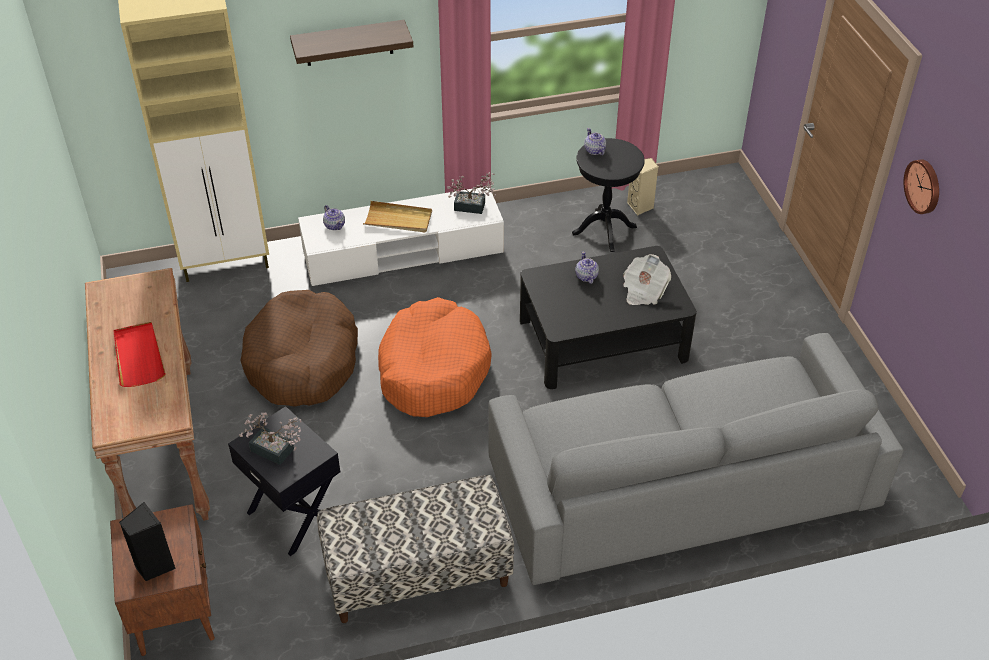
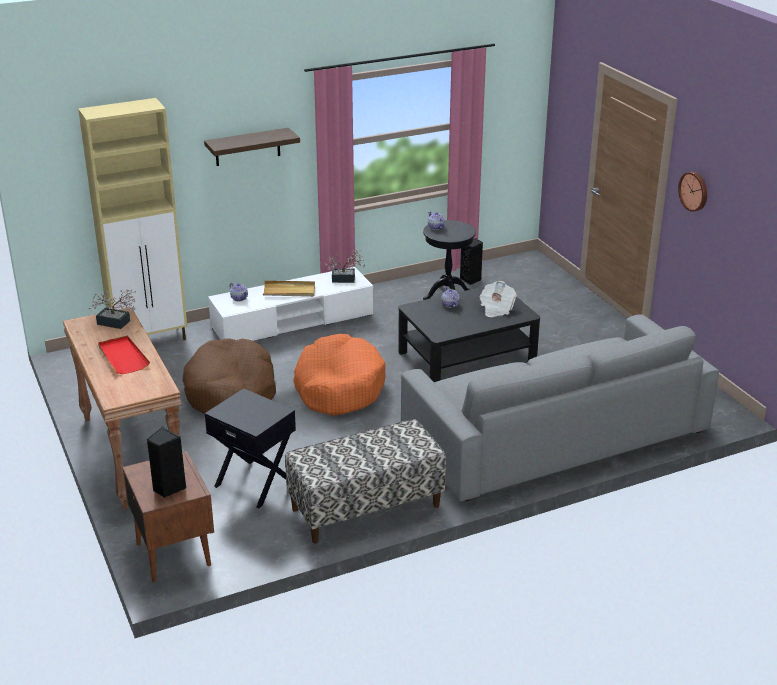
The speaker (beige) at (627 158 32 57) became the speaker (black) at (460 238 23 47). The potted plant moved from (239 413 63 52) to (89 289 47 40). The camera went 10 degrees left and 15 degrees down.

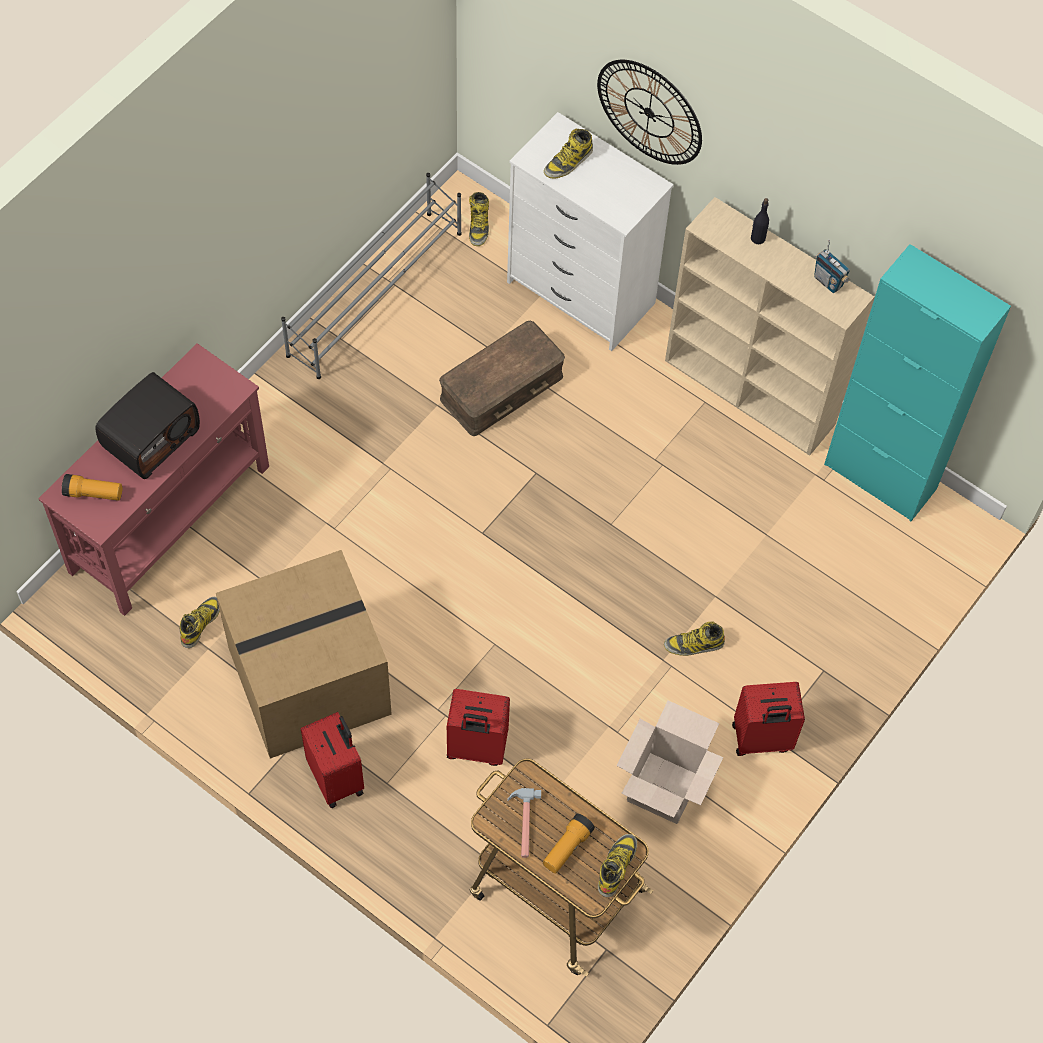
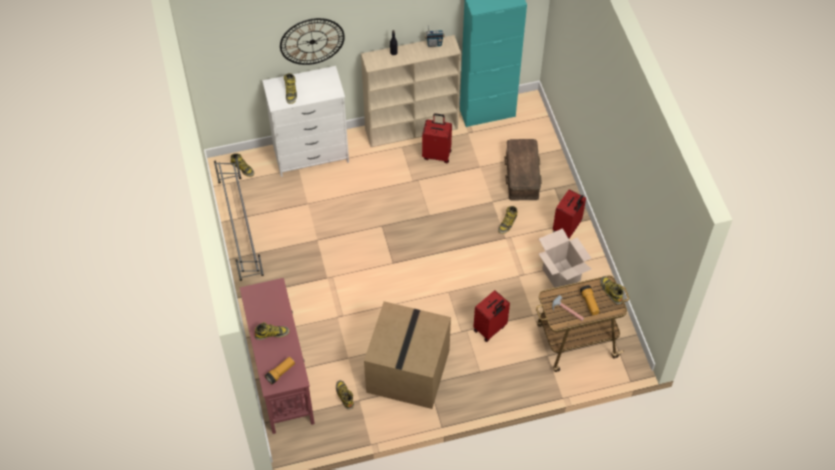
The storage box (brown) moved from (439 320 126 116) to (504 139 38 61). The radio at (95 372 105 107) was replaced by the boot at (255 322 35 18). The suitcase (red) moved from (301 712 63 96) to (422 113 30 50). The camera went 50 degrees left and 5 degrees down.

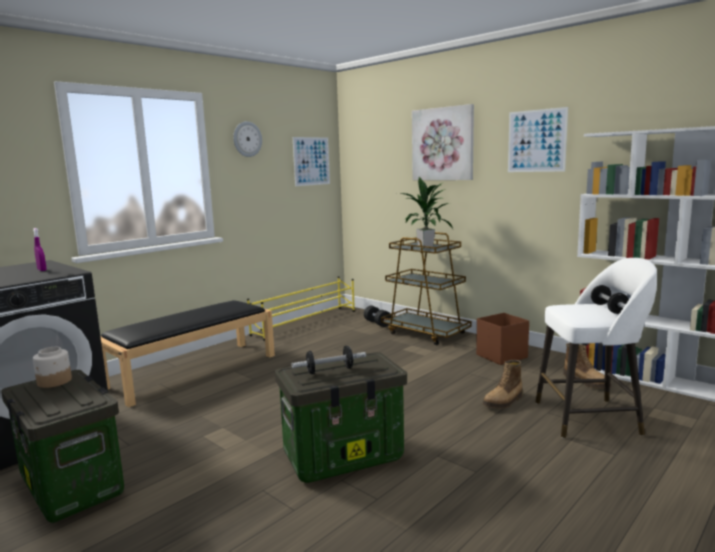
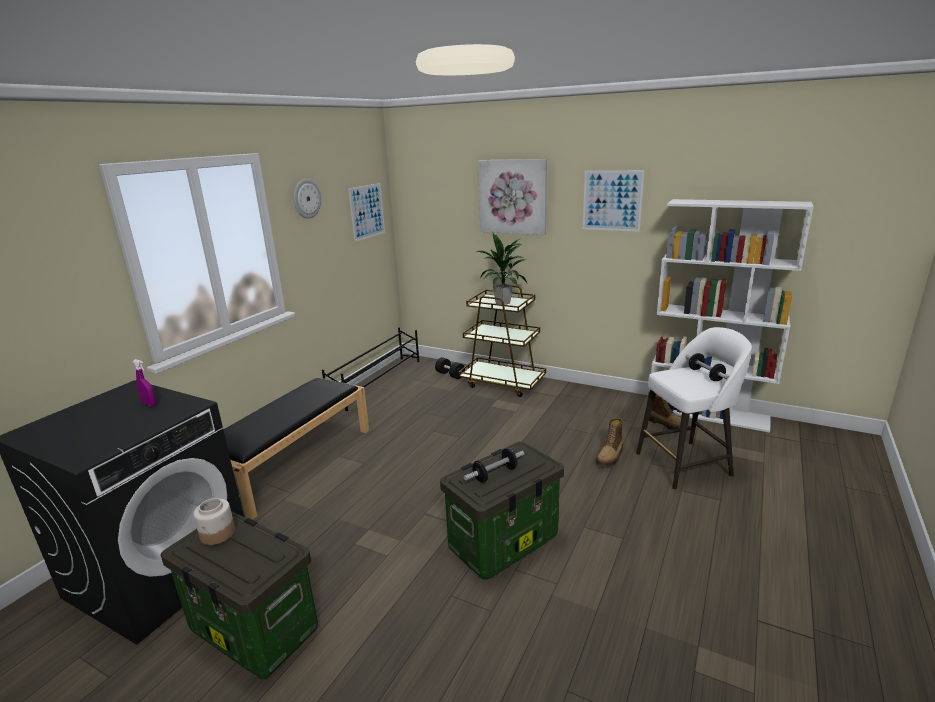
The shoe rack (yellow) at (247 276 108 65) became the shoe rack (black) at (322 327 98 84). The storage box (brown) at (476 313 53 52) disappeared. The camera went 15 degrees left and 10 degrees up.

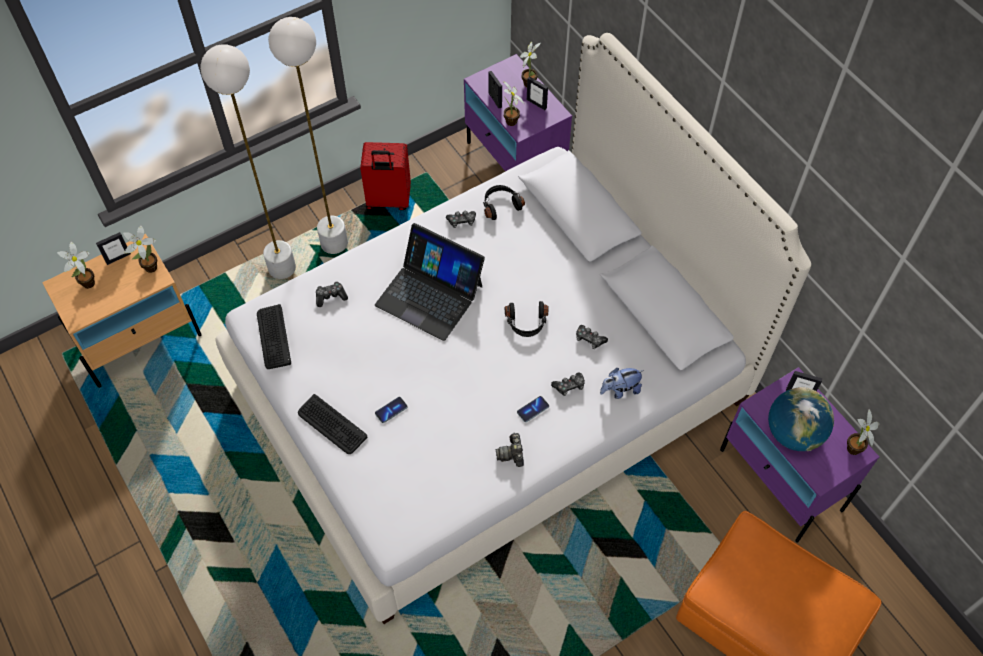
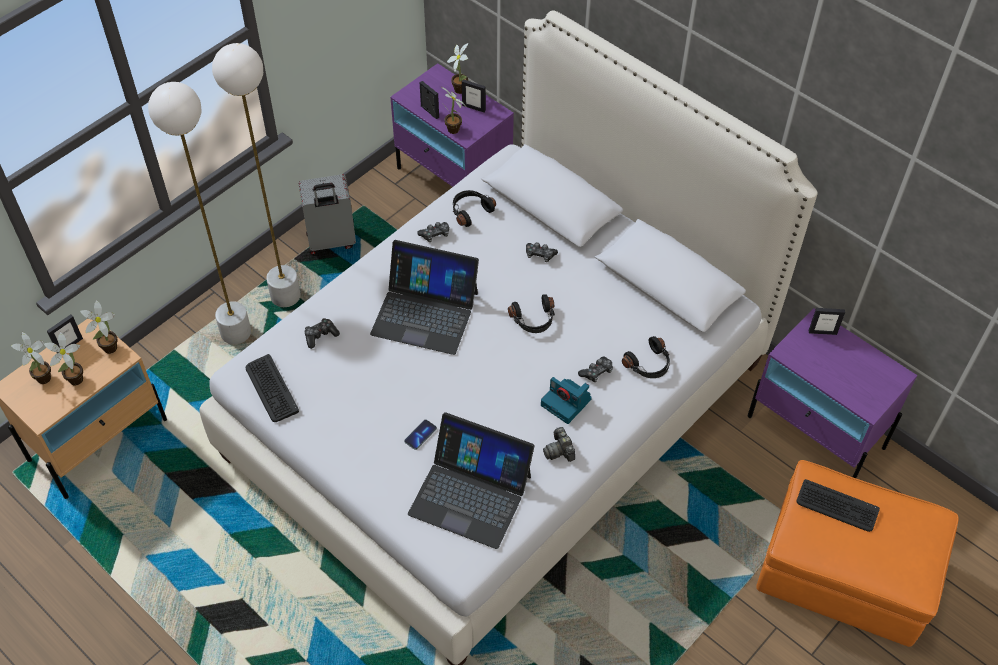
The suitcase (red) at (360 142 51 68) became the suitcase (grey) at (299 174 57 81). The game controller moved from (576 325 32 24) to (526 242 32 20). The plush toy at (600 368 44 31) was replaced by the headphones (black) at (622 336 48 42). The globe at (768 387 66 64) disappeared. The keyboard moved from (298 394 69 60) to (796 479 84 53). The phone at (517 396 32 26) was replaced by the photo camera at (541 377 51 47). The potted plant moved from (847 409 32 46) to (44 332 39 54). The laptop at (408 412 126 137) appeared. The camera went 15 degrees left and 5 degrees down.

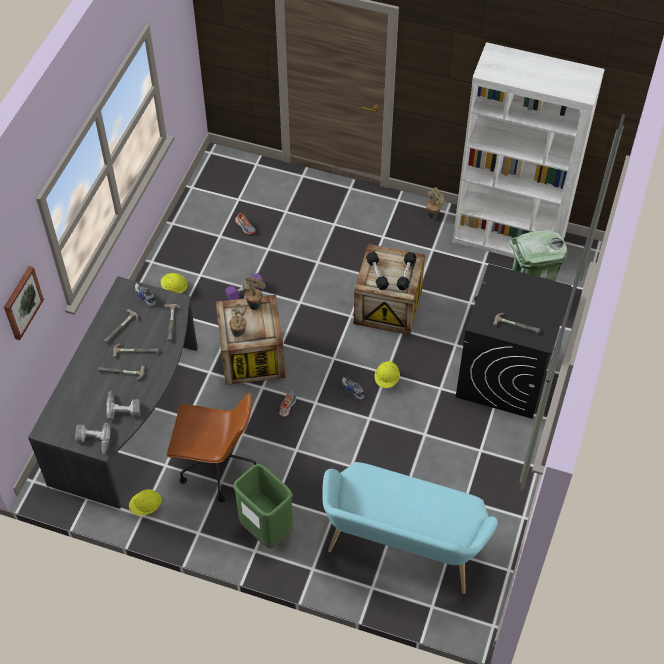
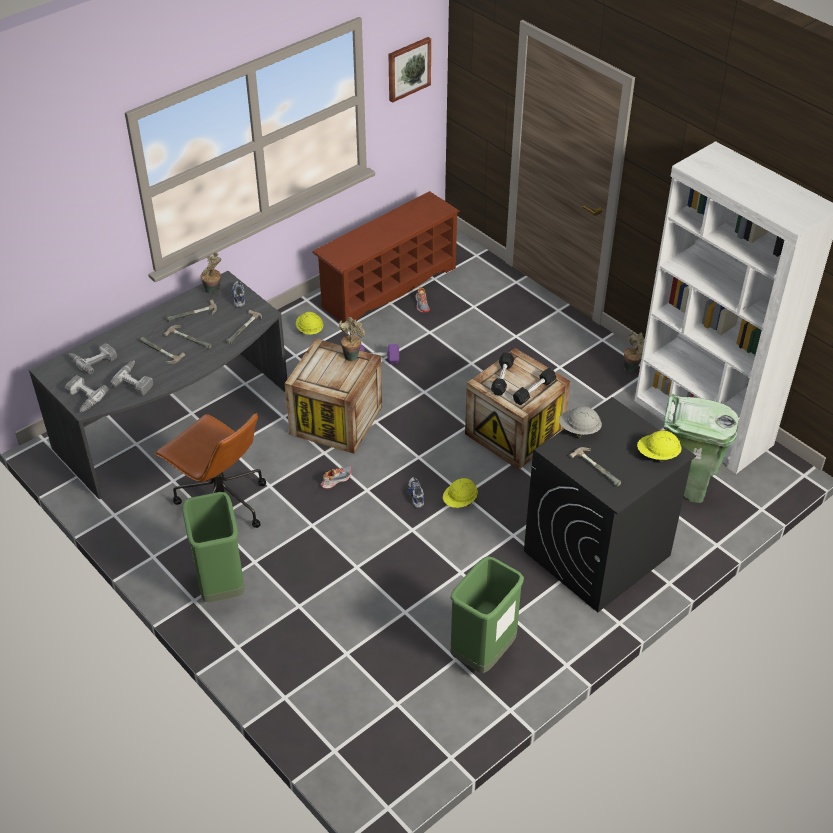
The picture moved from (4 266 40 74) to (388 37 43 66). The potted plant moved from (229 304 18 33) to (201 253 20 40). The bench (turquoise) at (322 462 176 132) disappeared. The hard hat (yellow) moved from (129 489 33 27) to (637 430 45 33). The shoe rack (brown) at (312 191 148 132) appeared. The power drill at (69 343 48 32) appeared. The hard hat (grey) at (559 406 43 31) appeared. The trash can (green) at (450 556 74 117) appeared. The camera went 30 degrees right and 10 degrees down.

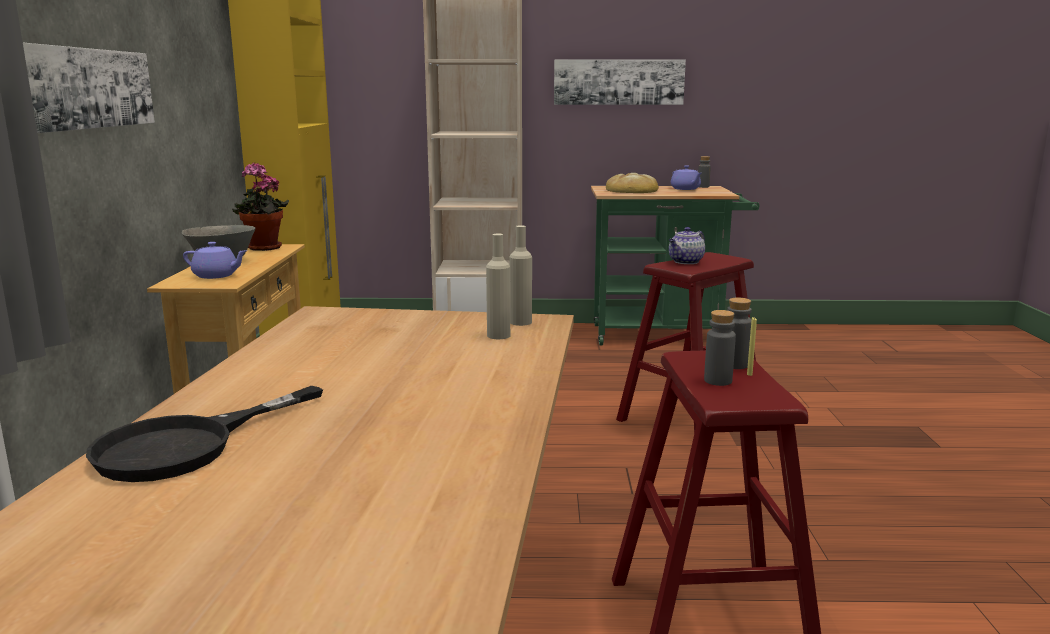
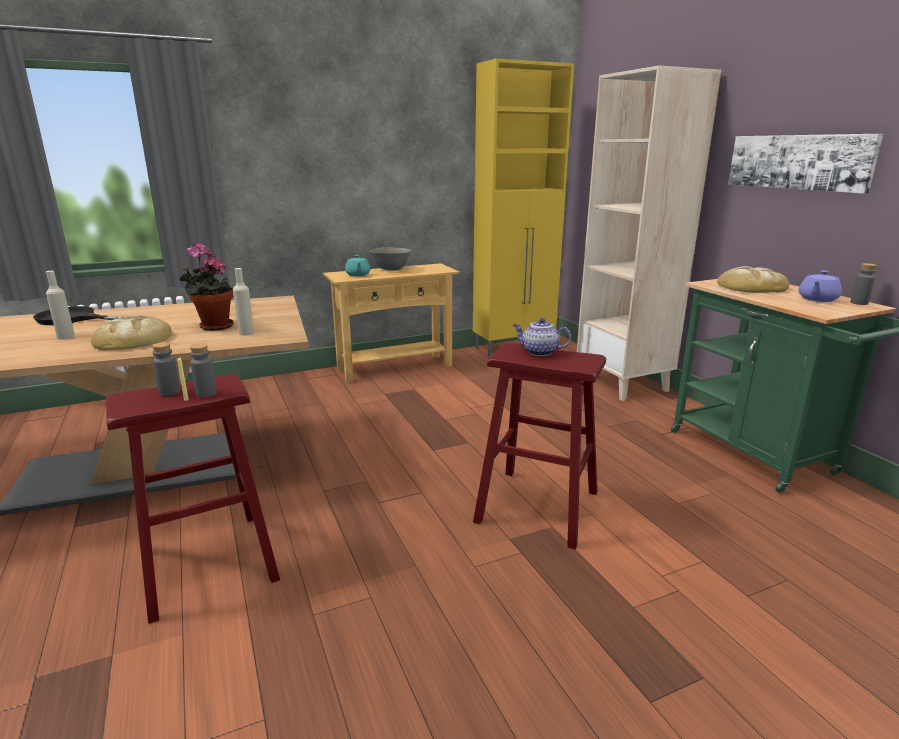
The picture at (23 43 132 90) disappeared. The potted plant moved from (232 162 57 89) to (179 242 55 89). The bottle (beige) moved from (510 225 22 101) to (46 271 29 69). The teapot (purple) at (183 242 64 37) became the teapot (turquoise) at (345 255 25 21). The bread at (91 315 81 35) appeared. The camera went 65 degrees right and 5 degrees up.

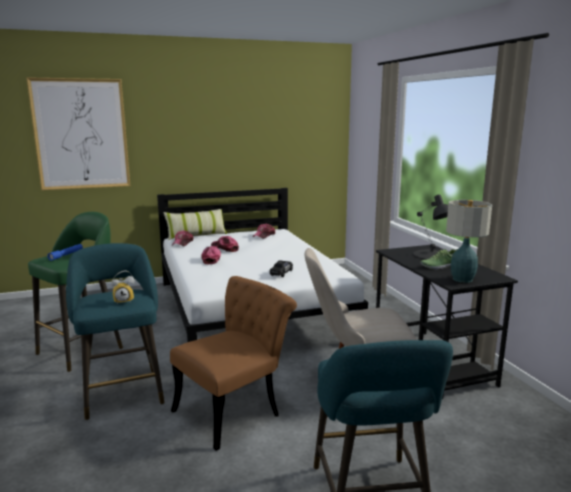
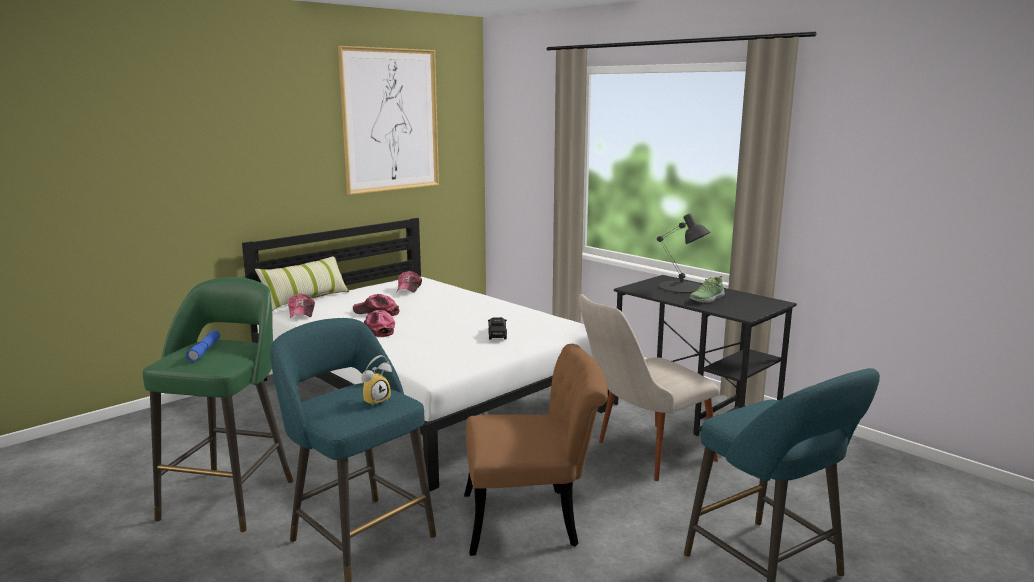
The picture moved from (26 77 104 113) to (338 46 101 149). The table lamp at (446 200 46 83) disappeared. The chair (brown) at (170 276 127 175) turned 60 degrees clockwise. The camera went 25 degrees left and 0 degrees up.

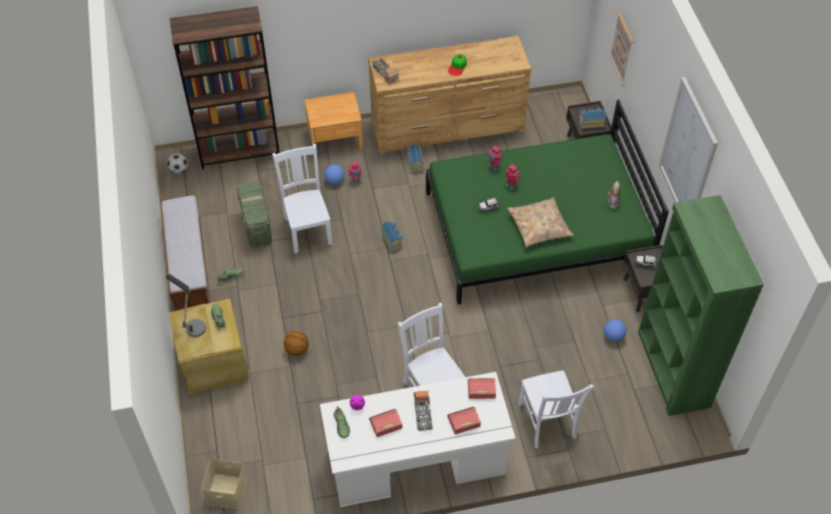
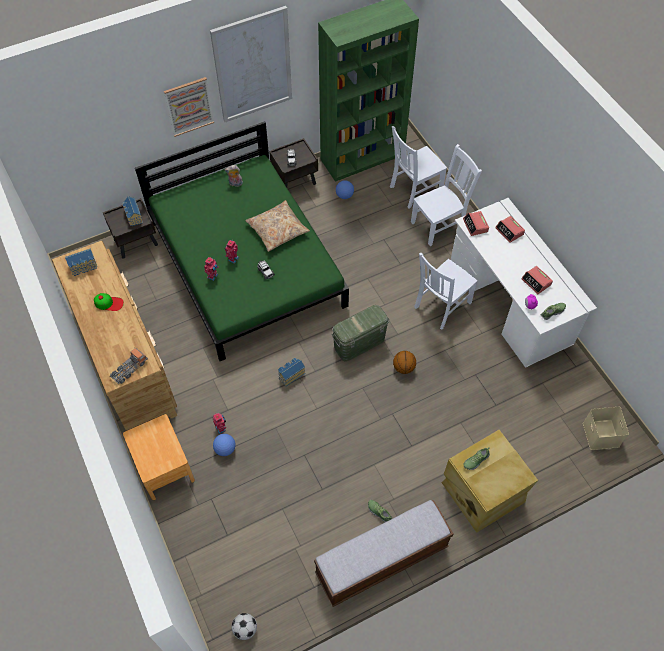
The bookcase (brown) at (170 6 110 163) disappeared. The picture moved from (609 11 25 75) to (164 77 50 60). The toy house moved from (407 143 17 30) to (65 248 32 28). The chair (white) moved from (272 144 61 109) to (390 126 57 83). The storage box (green) moved from (237 181 35 67) to (332 305 57 57). The table lamp at (166 274 40 63) disappeared. The basketball moved from (284 331 25 25) to (393 351 23 23). The toy truck at (413 391 20 40) disappeared. The camera went 105 degrees left and 5 degrees up.

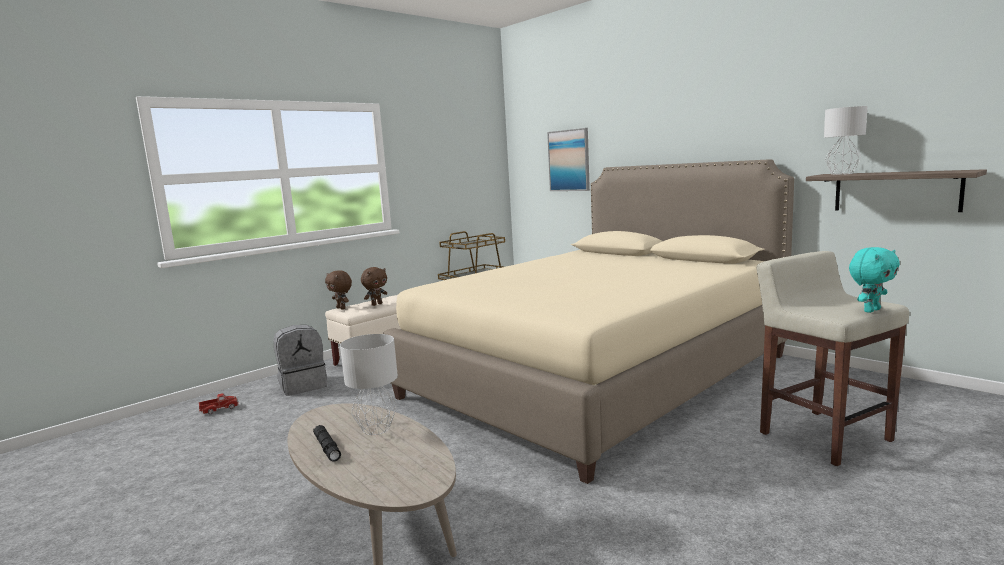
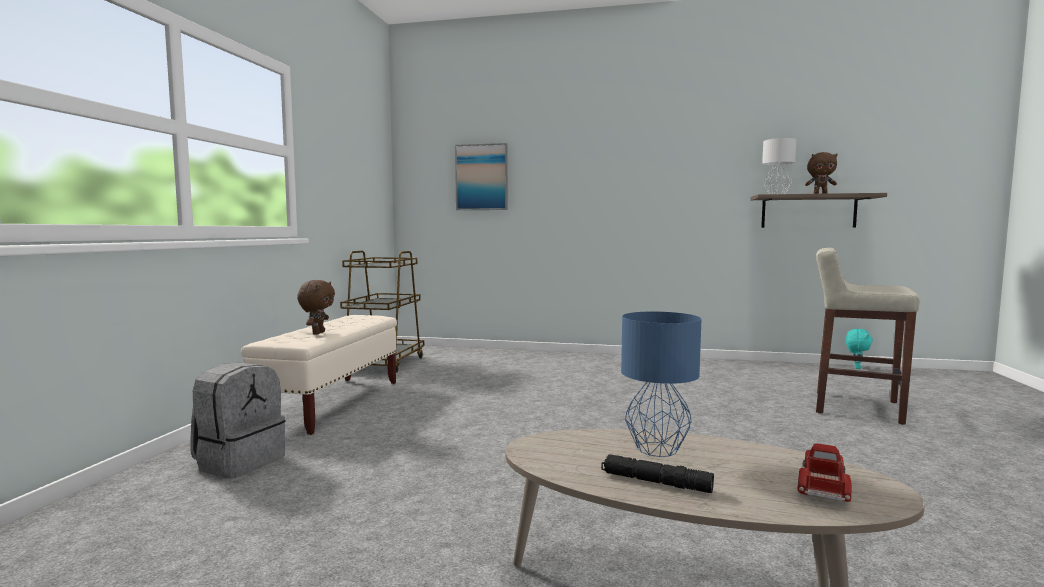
The bed (beige) at (383 159 411 325) disappeared. The plush toy (turquoise) moved from (849 247 51 66) to (846 329 27 40). The plush toy (brown) moved from (325 270 27 39) to (805 152 33 42). The table lamp (grey) at (340 334 58 101) became the table lamp (blue) at (621 311 81 146). The toy truck moved from (199 393 40 21) to (797 443 55 59). The camera went 35 degrees left and 5 degrees down.

